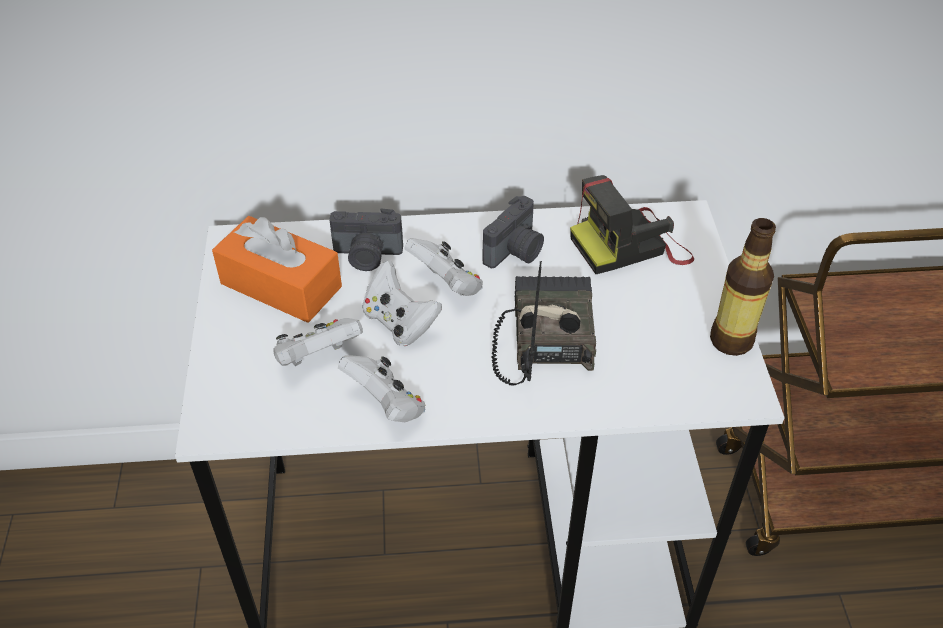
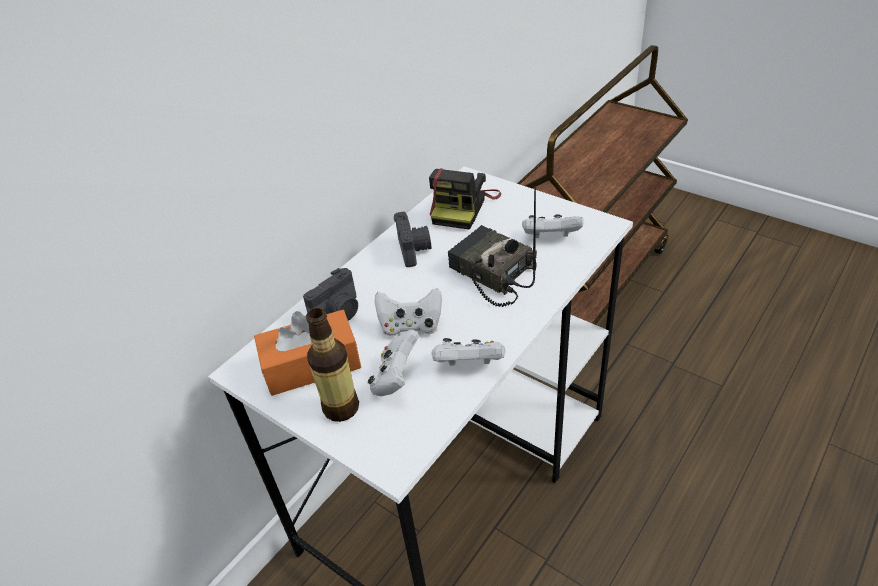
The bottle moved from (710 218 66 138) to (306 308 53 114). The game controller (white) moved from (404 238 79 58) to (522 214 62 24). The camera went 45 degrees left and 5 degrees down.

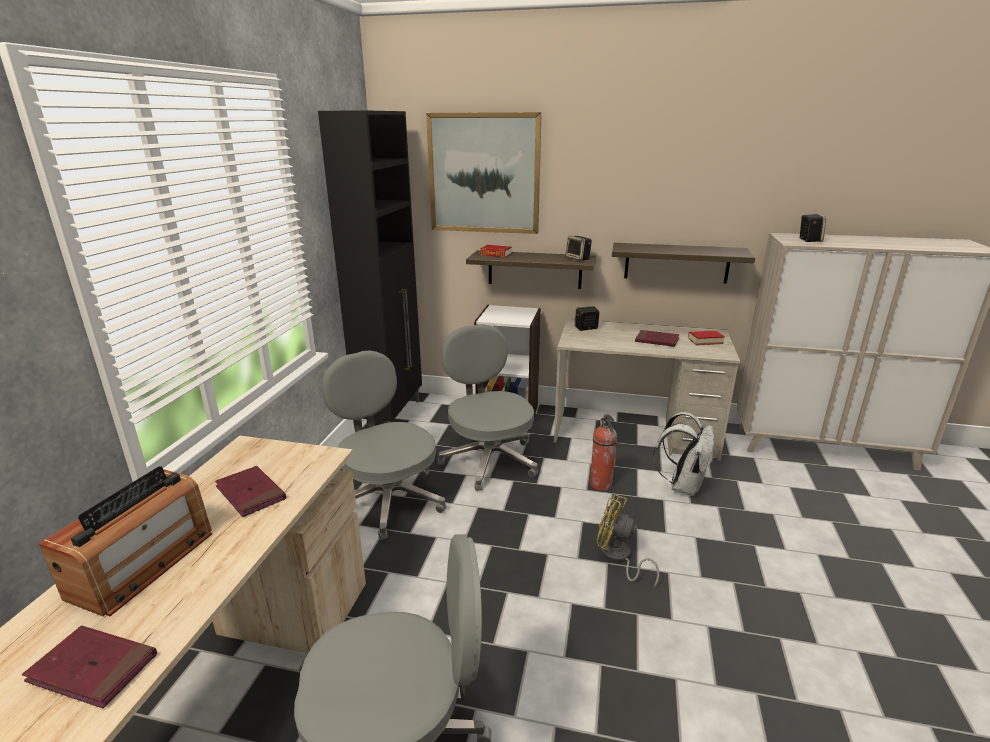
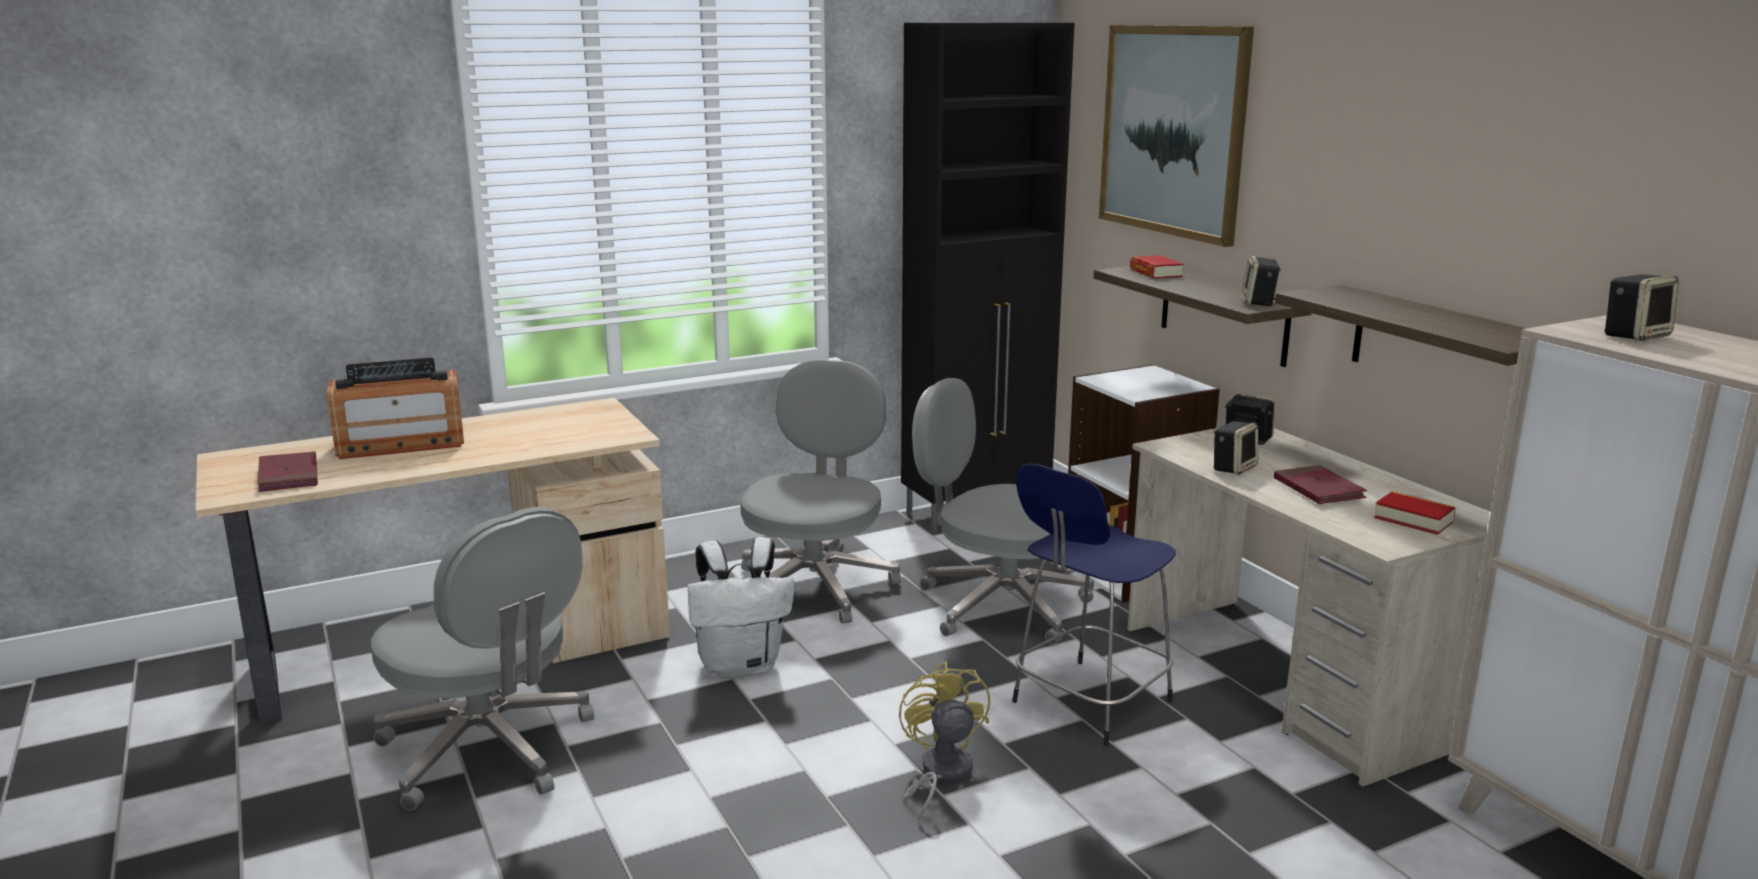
The office chair (grey) at (438 324 100 167) turned 90 degrees counterclockwise. The backpack (white) moved from (653 412 61 84) to (688 537 106 141). The fire extinguisher at (590 414 27 77) was replaced by the stool (blue) at (1012 464 164 282). The book (red) at (215 466 71 51) disappeared. The speaker at (1213 421 46 54) appeared. The camera went 50 degrees right and 5 degrees down.

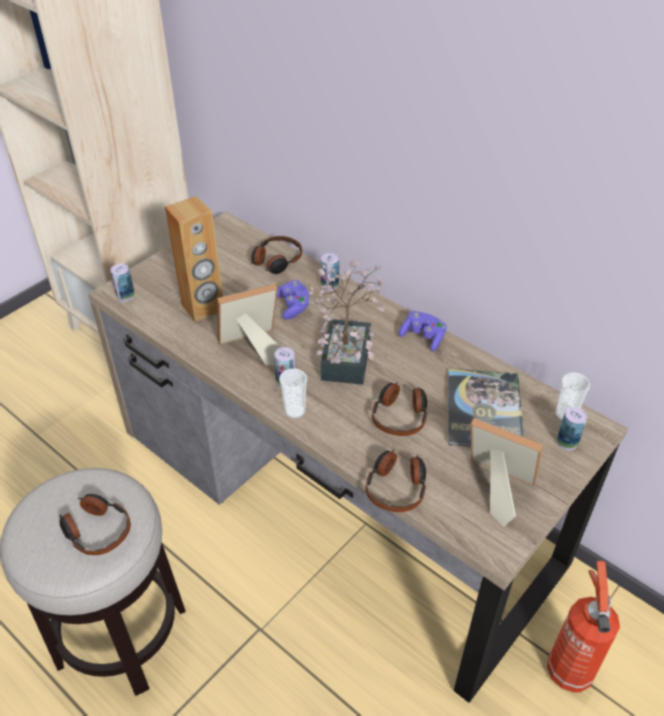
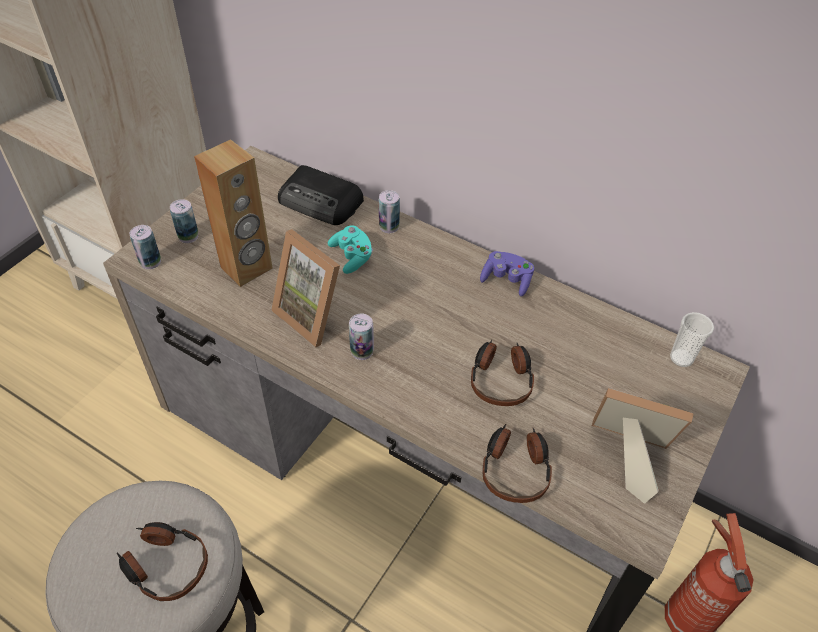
The headphones at (251 236 51 38) was replaced by the radio at (278 165 86 60). The potted plant at (309 260 77 125) disappeared. The game controller (purple) at (277 280 33 39) became the game controller (turquoise) at (328 225 45 49). The picture frame at (217 284 65 81) turned 105 degrees counterclockwise. The cup at (279 368 28 51) disappeared. The book at (448 368 76 79) disappeared. The can moved from (557 407 30 43) to (170 199 28 44). The camera went 10 degrees left and 5 degrees up.

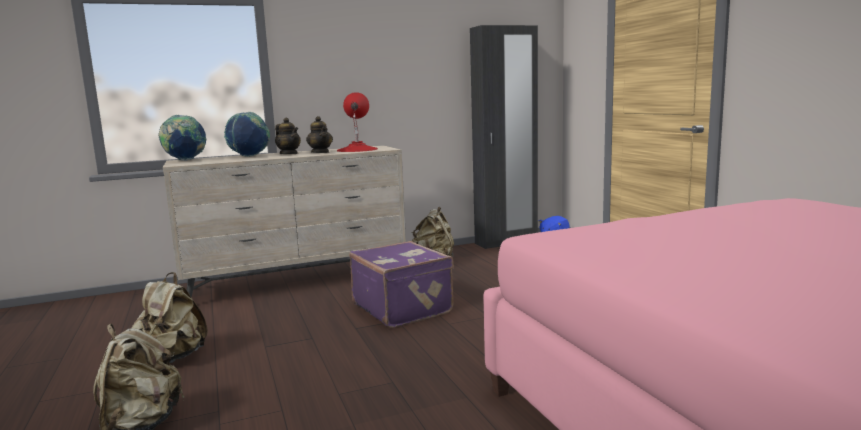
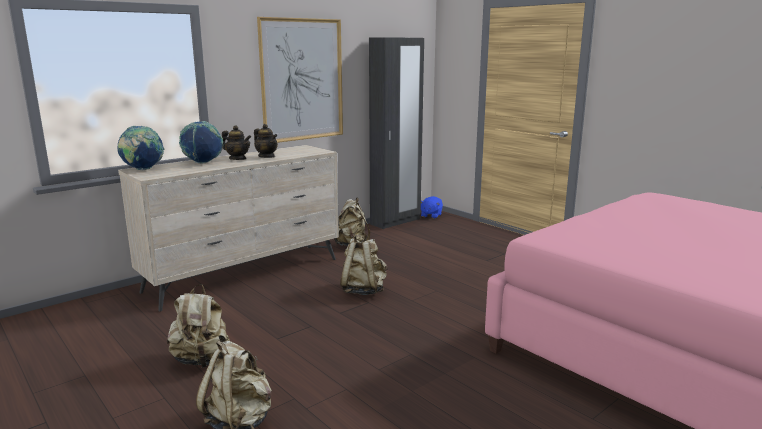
The table lamp (red) at (337 92 41 60) disappeared. The suitcase (purple) at (349 241 105 87) was replaced by the backpack (beige) at (340 235 47 60). The picture at (257 17 86 126) appeared. The camera went 20 degrees left and 5 degrees up.

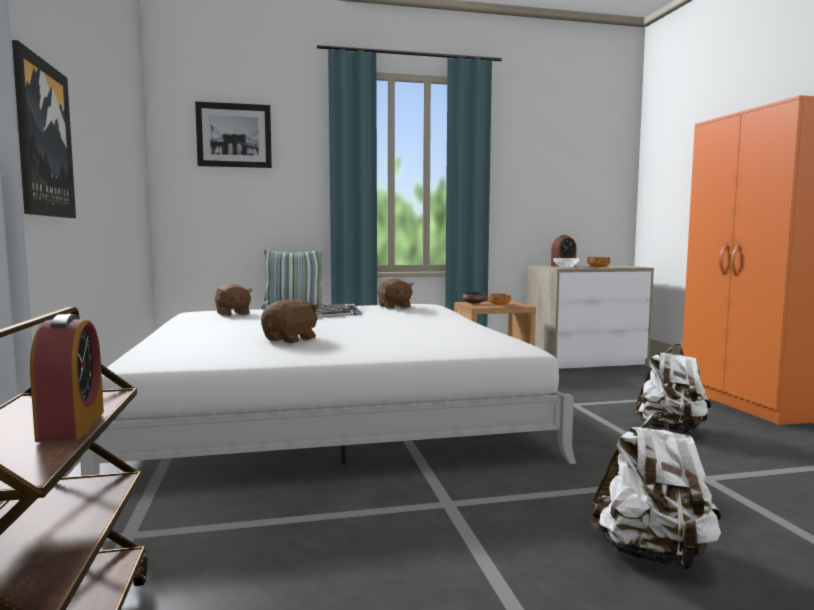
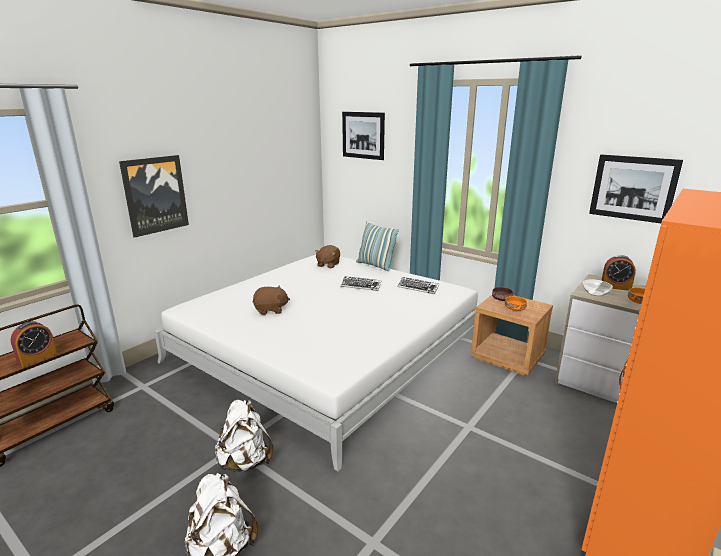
The plush toy (brown) at (377 278 37 31) was replaced by the keyboard at (397 277 42 17). The backpack (white) moved from (633 344 78 90) to (215 400 59 72). The picture at (589 154 94 69) appeared. The camera went 50 degrees right and 15 degrees up.

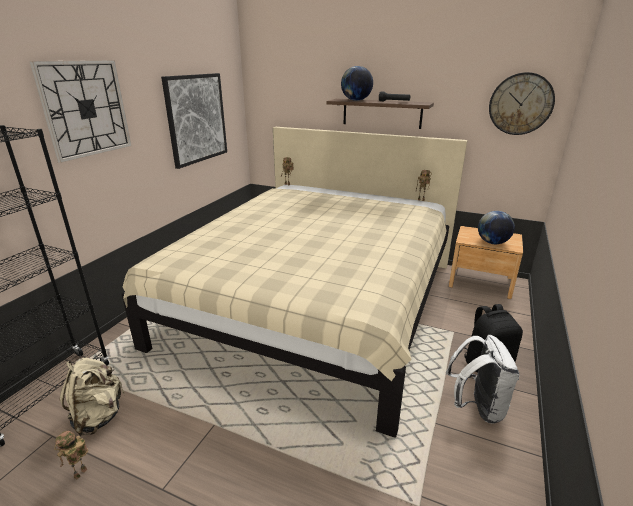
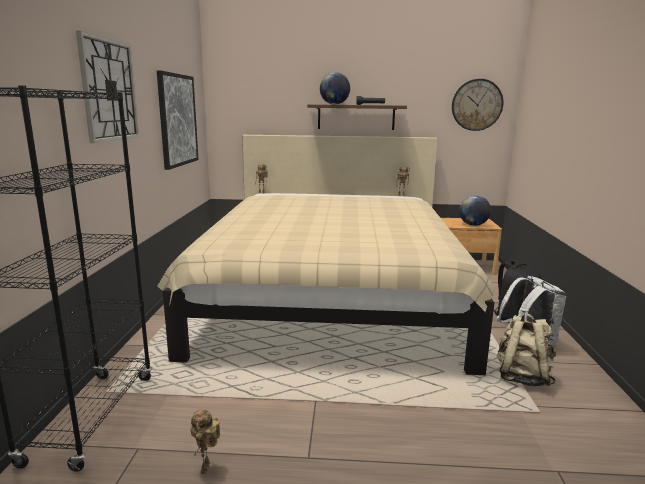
The backpack (beige) moved from (60 358 65 78) to (496 313 60 73). The camera went 20 degrees left and 10 degrees down.

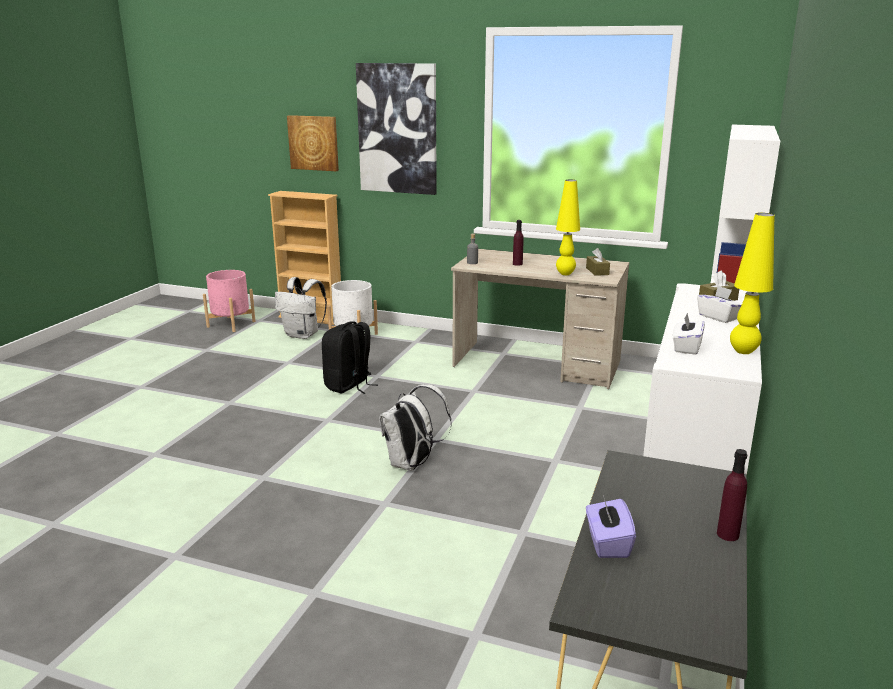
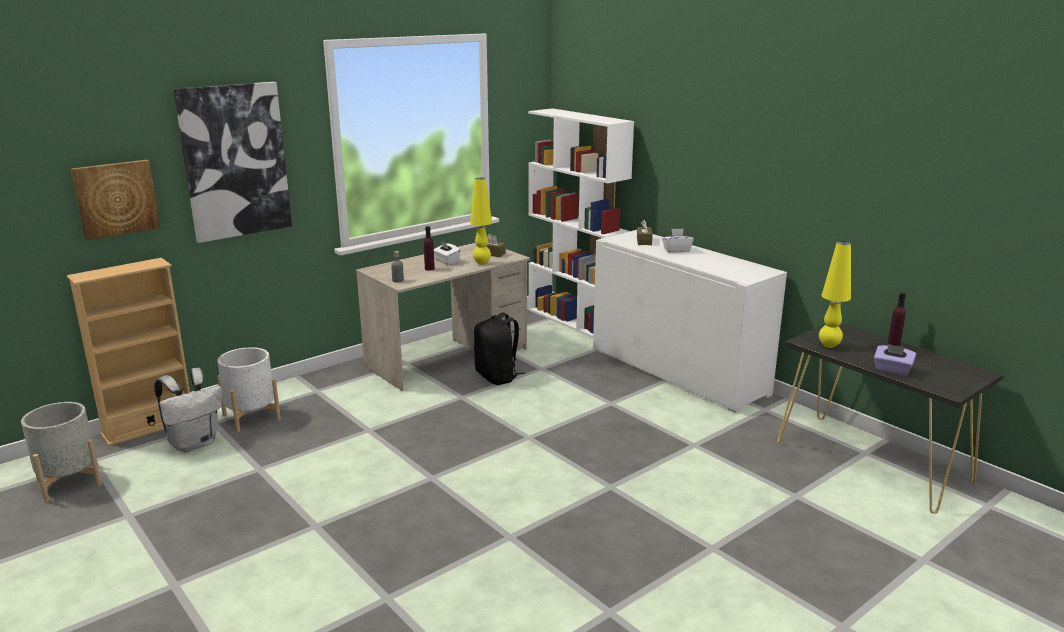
The table lamp (yellow) moved from (730 213 45 141) to (819 241 32 107). The planter (pink) at (203 270 53 62) became the planter (grey) at (21 402 81 100). The tissue box (white) moved from (673 313 32 42) to (434 241 27 24). The backpack (black) moved from (322 321 56 73) to (474 313 51 72). The backpack (white) at (379 384 73 87) disappeared. The camera went 60 degrees left and 0 degrees up.

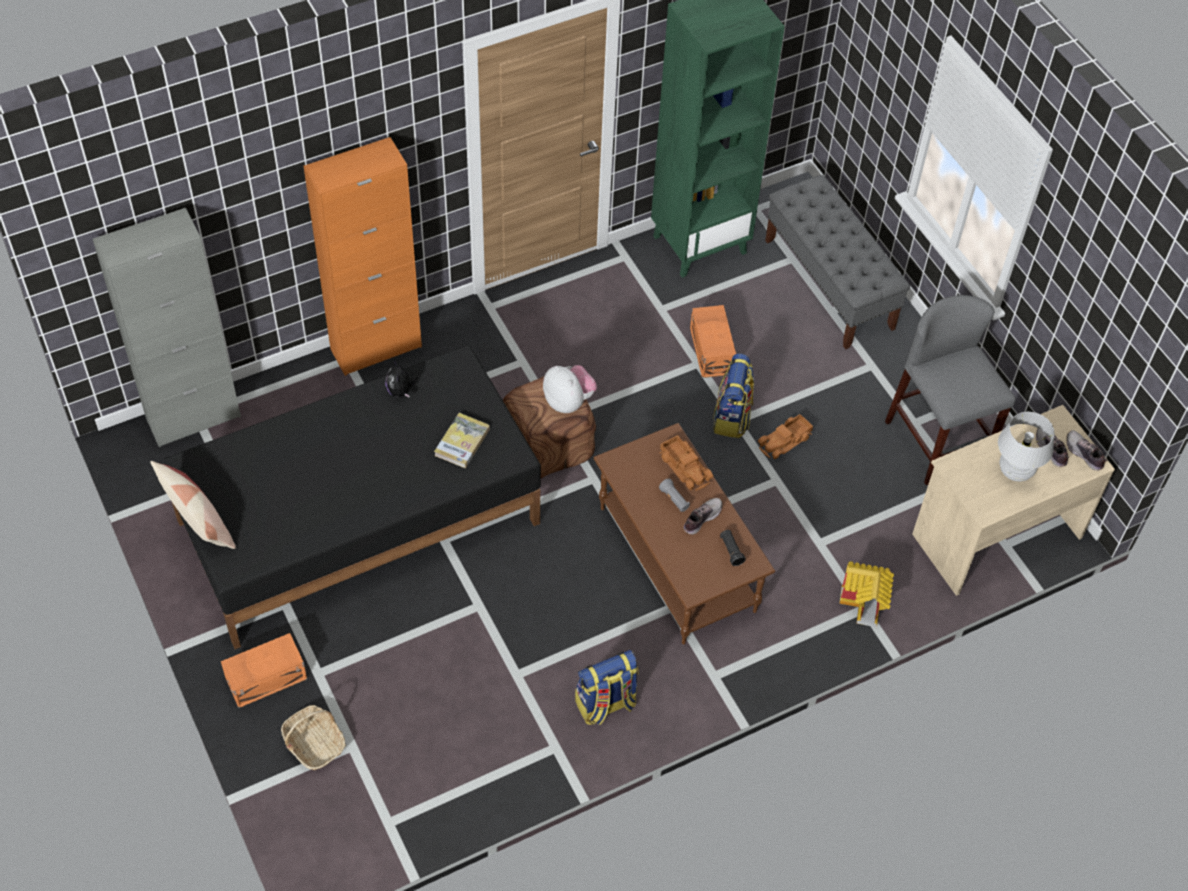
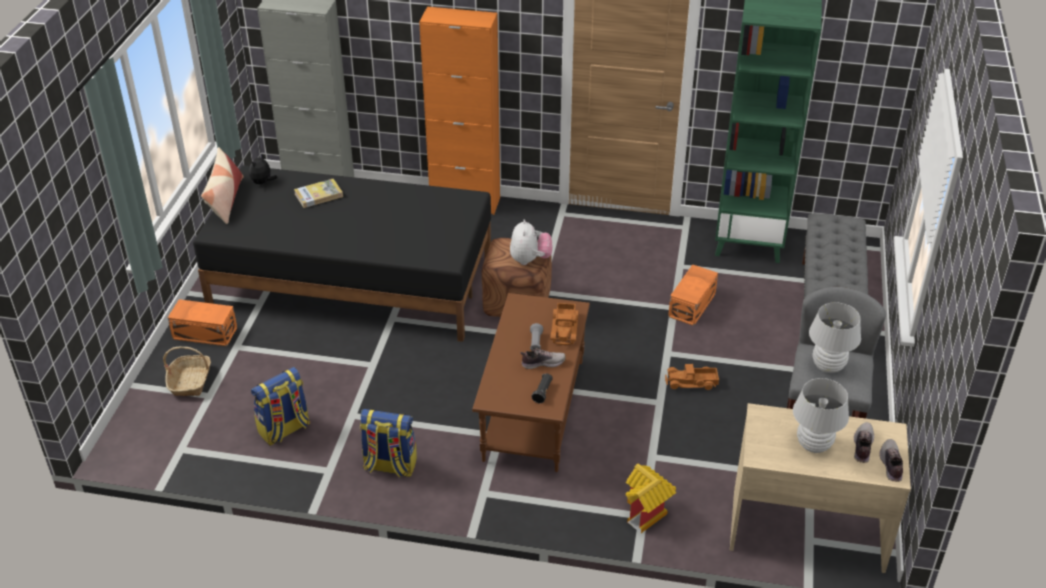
The backpack moved from (713 353 41 85) to (251 367 59 79). The plush toy moved from (385 360 32 38) to (249 154 28 30). The book moved from (434 413 56 55) to (294 179 49 29). The table lamp (white) at (809 302 52 71) appeared. The camera went 40 degrees right and 15 degrees down.

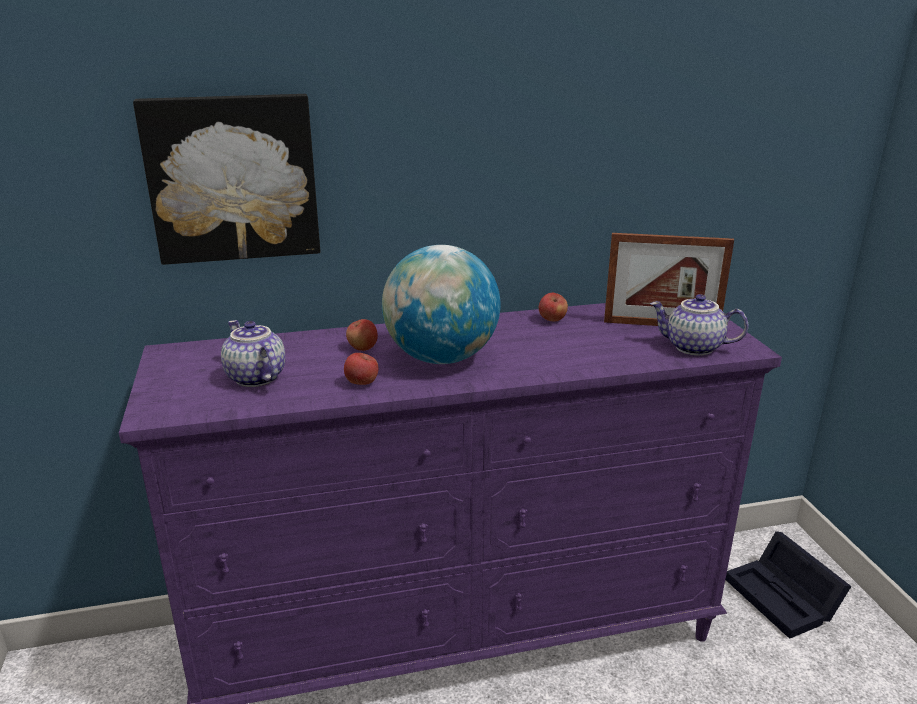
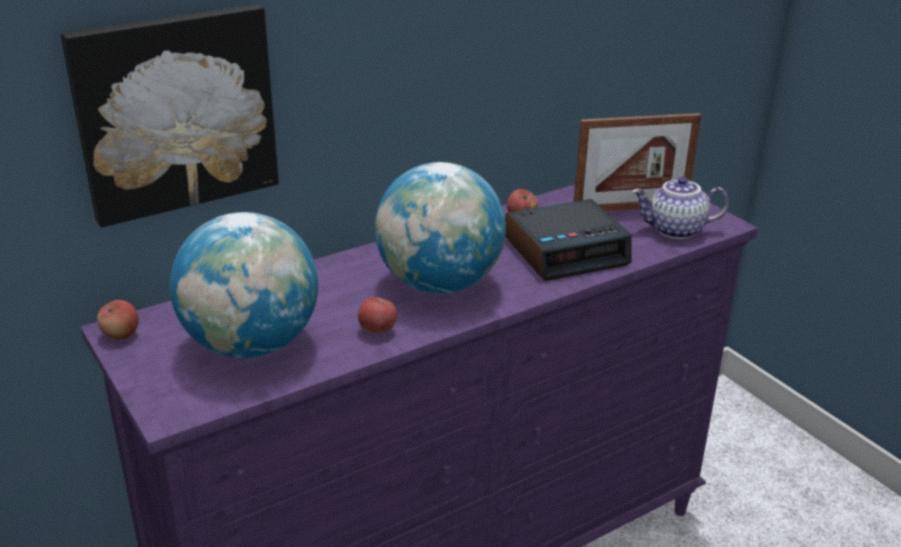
The apple moved from (346 319 32 32) to (97 300 42 39). The teapot at (221 320 64 67) was replaced by the globe at (170 212 148 146). The storage box (black) at (725 531 126 108) disappeared. The alarm clock at (505 199 127 82) appeared. The camera went 20 degrees left and 5 degrees up.

